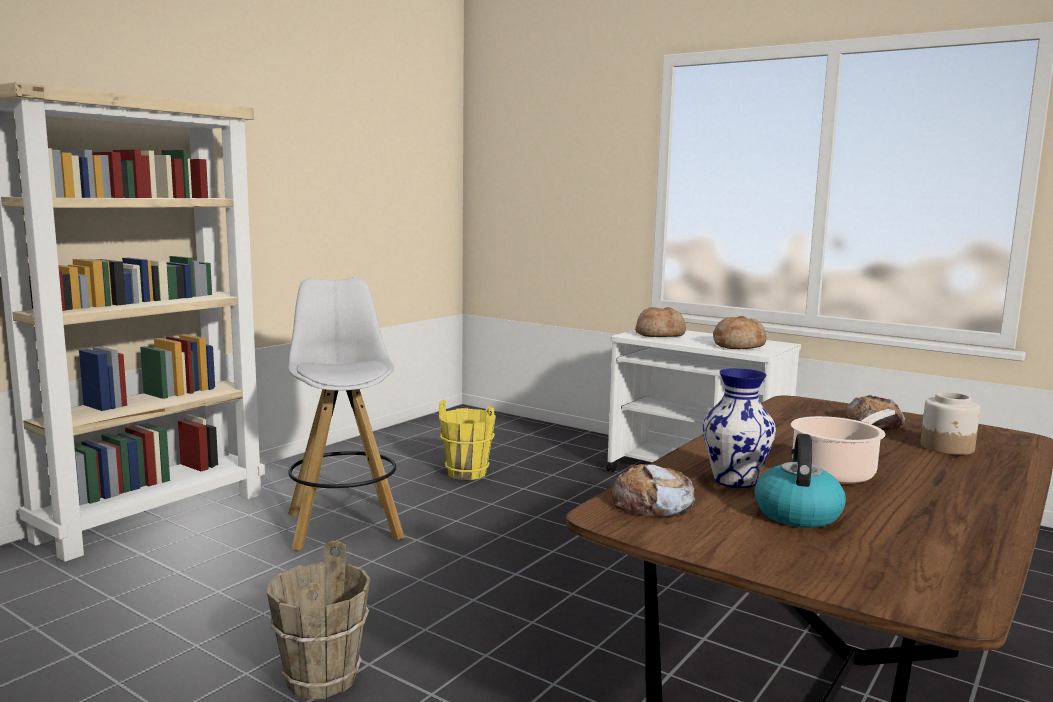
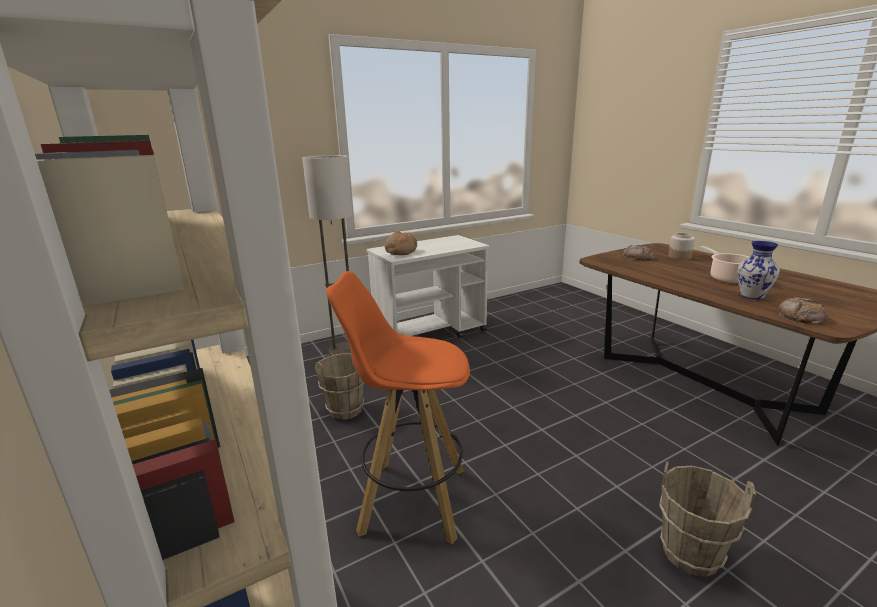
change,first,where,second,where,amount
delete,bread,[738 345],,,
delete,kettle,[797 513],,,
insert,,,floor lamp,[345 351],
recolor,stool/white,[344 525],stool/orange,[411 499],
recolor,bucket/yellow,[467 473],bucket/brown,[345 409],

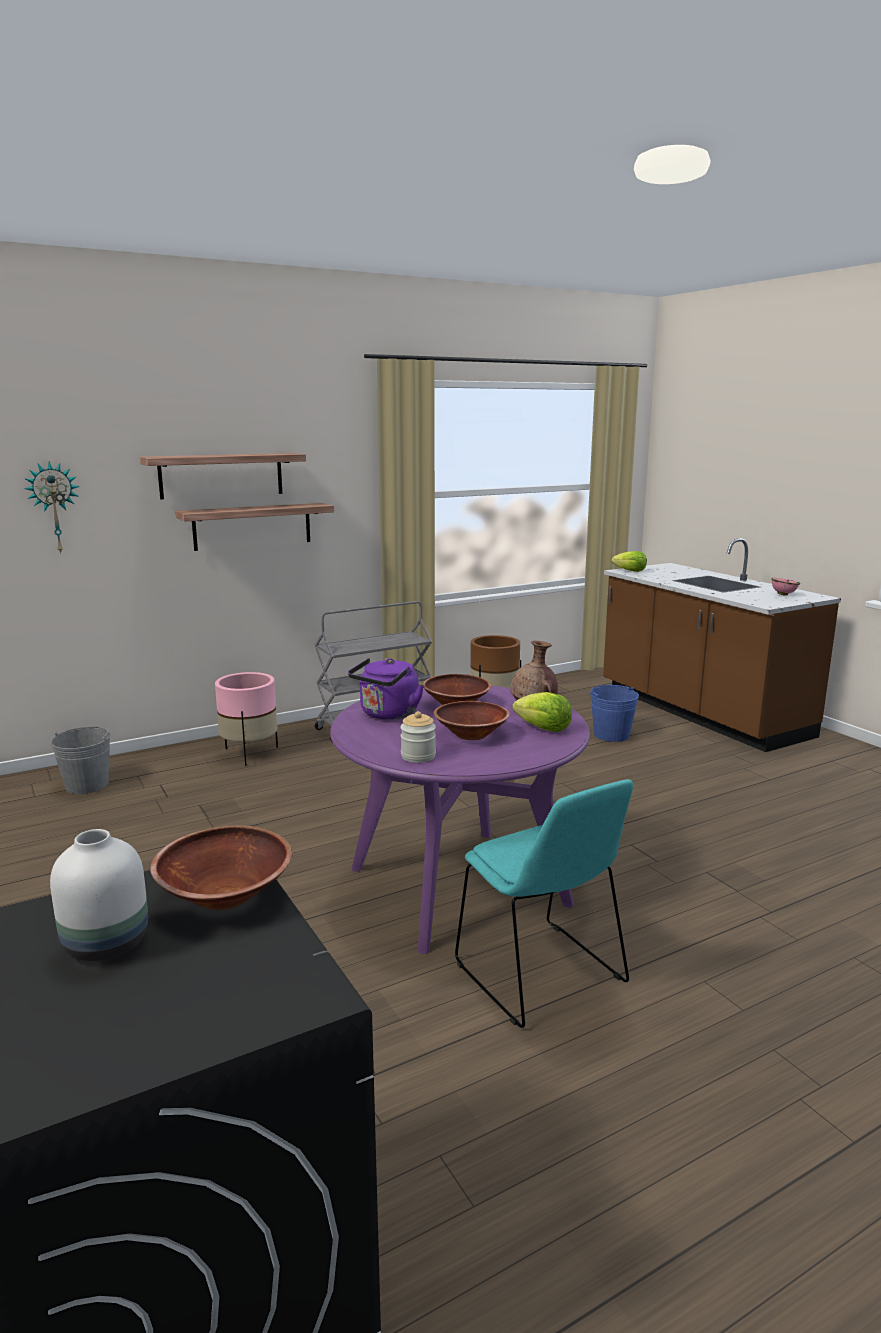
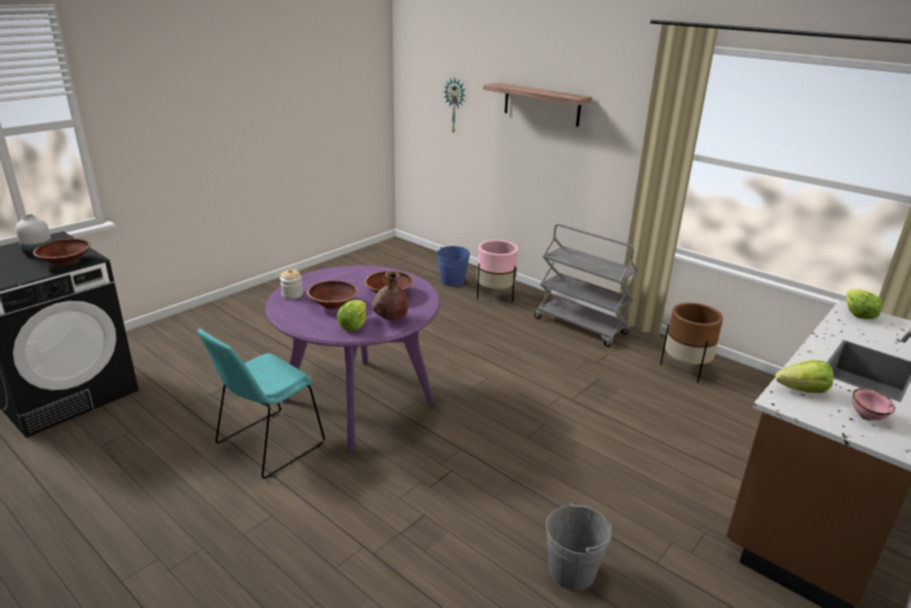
change,first,where,second,where,amount
delete,shelf,[252 526],,,
delete,kettle/purple,[387 714],,,
insert,,,lettuce,[803 390],
move,bucket/grey,[87 785],,[572 571],
move,bucket/blue,[611 735],,[452 281],

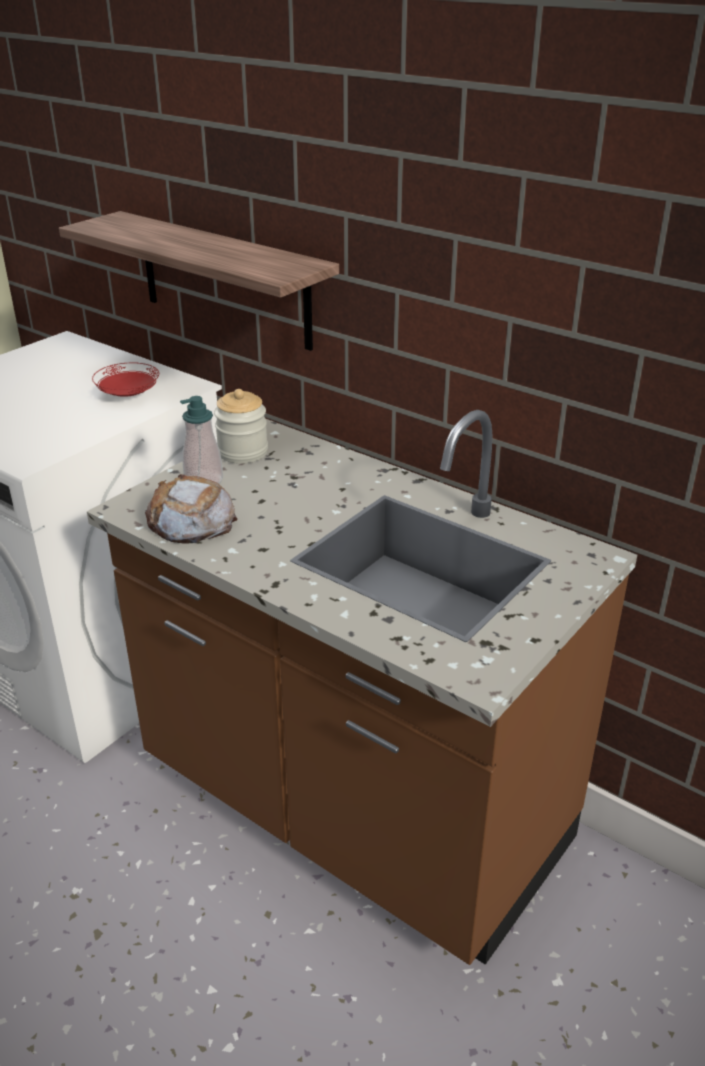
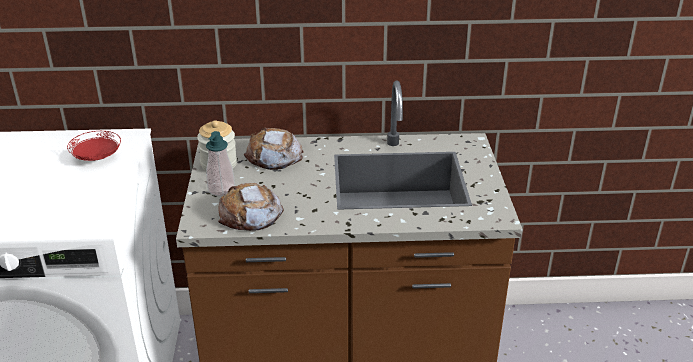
change,first,where,second,where,amount
delete,shelf,[224 280],,,
insert,,,bread,[274 156],

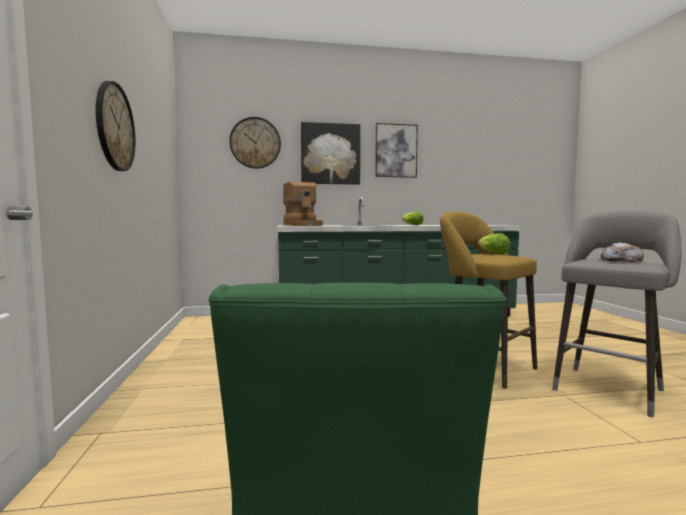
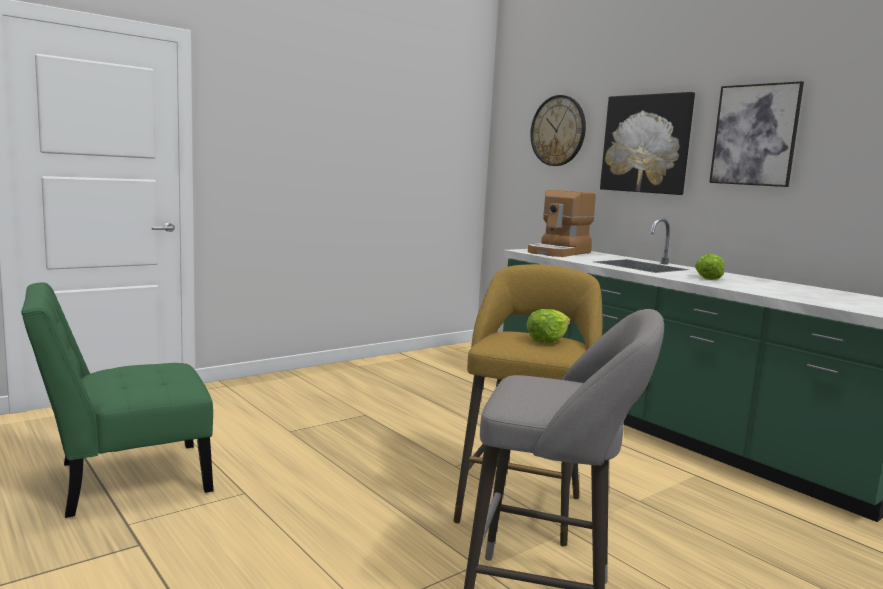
change,first,where,second,where,amount
delete,wall clock,[115 127],,,
delete,bread,[621 260],,,

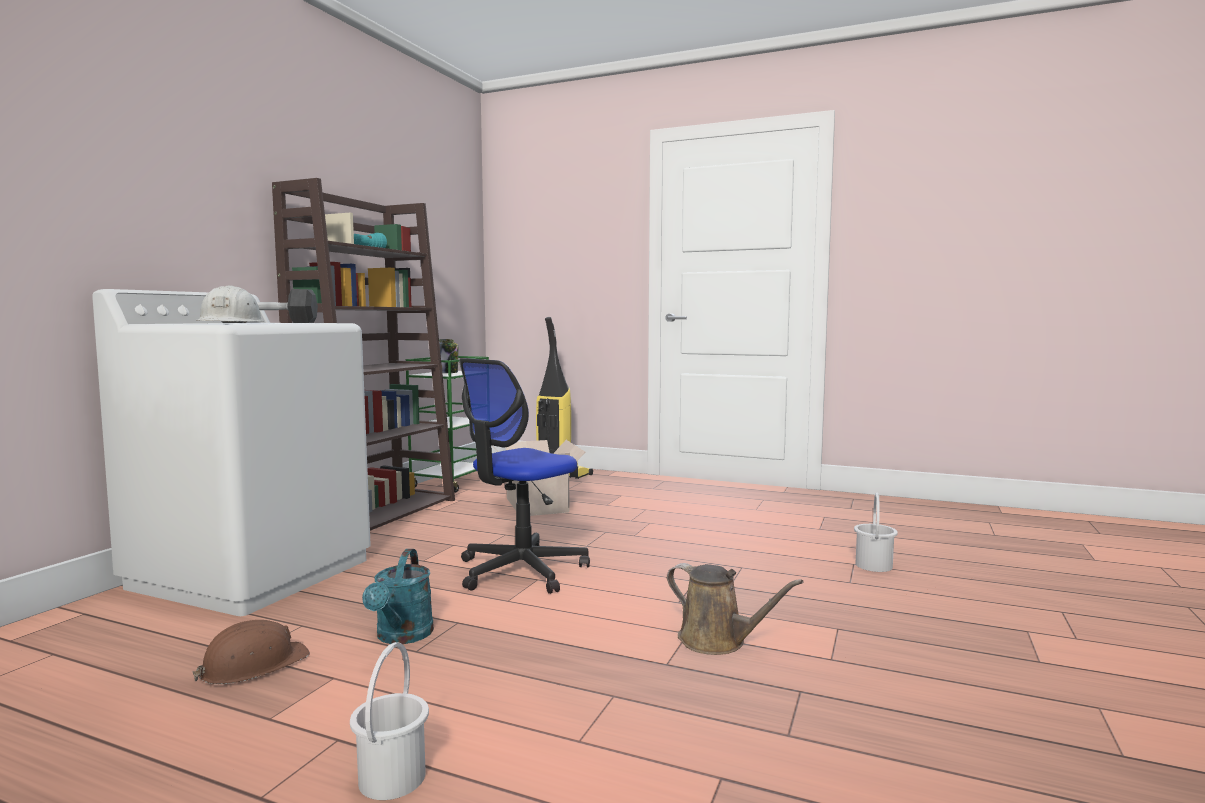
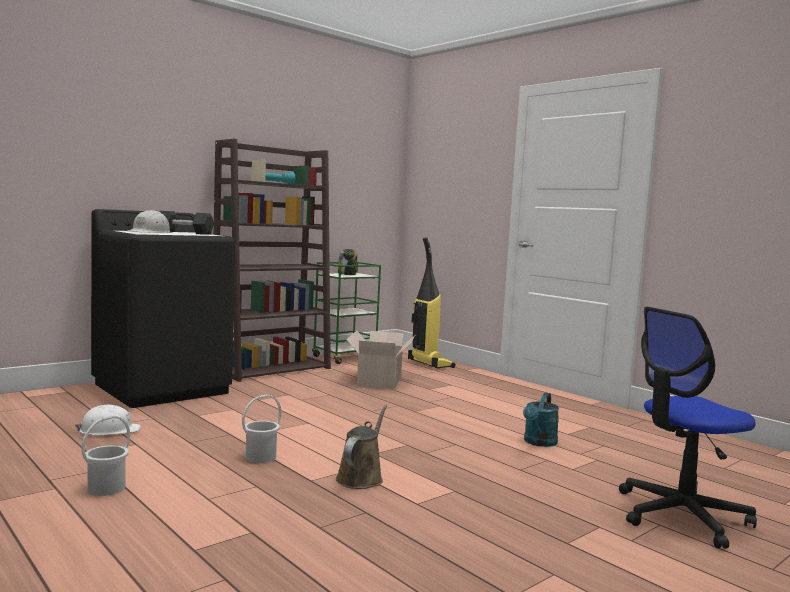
change,first,where,second,where,amount
move,watering can/turquoise,[402 637],,[538 443],
move,office chair,[521 571],,[681 516],
move,bucket/white,[873 565],,[260 457],
recolor,washing machine/white,[253 573],washing machine/black,[162 388],
recolor,hard hat/brown,[253 665],hard hat/white,[109 430],
rotate,watering can/brown,[717 641],,[361 478],135 degrees counterclockwise

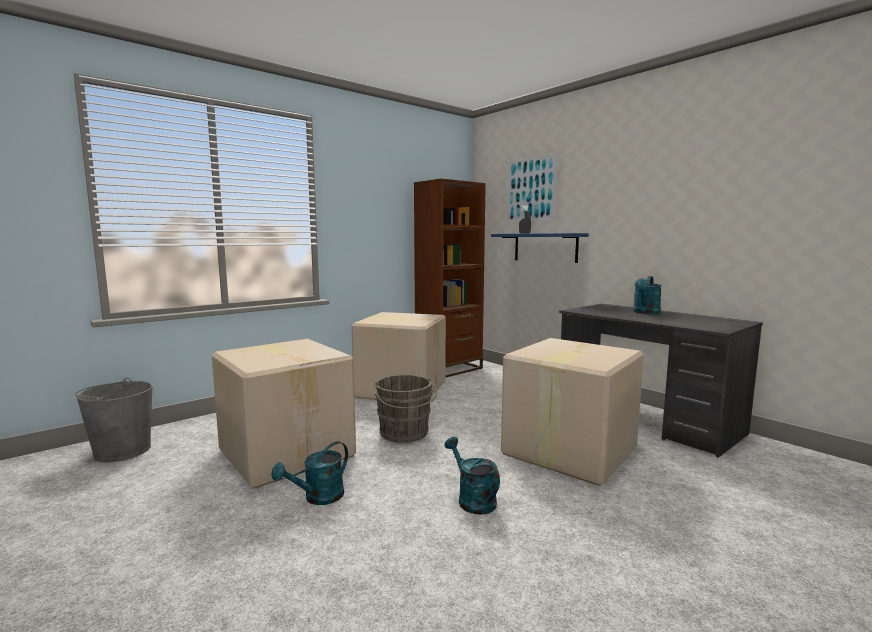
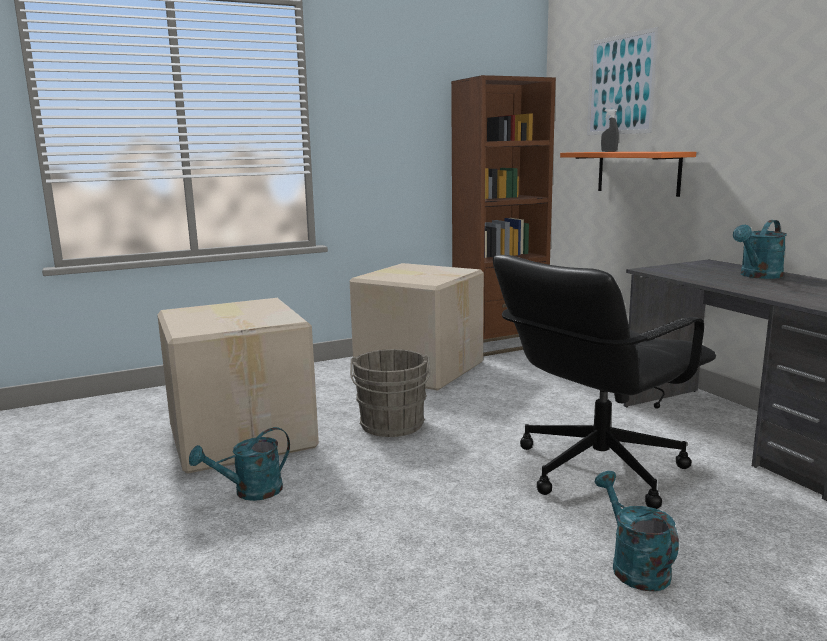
change,first,where,second,where,amount
delete,bucket/grey,[122 451],,,
move,watering can/turquoise,[472 499],,[633 566],
replace,cardboard box,[567 451],office chair/black,[596 468],
recolor,shelf/blue,[545 247],shelf/orange,[637 172],

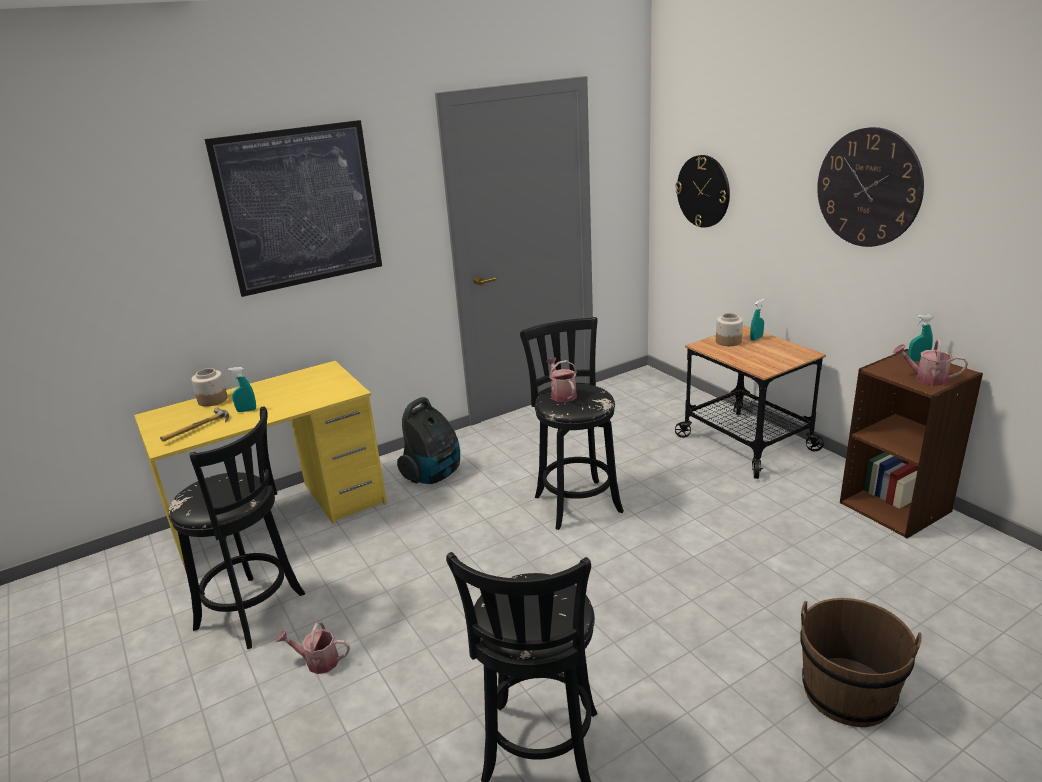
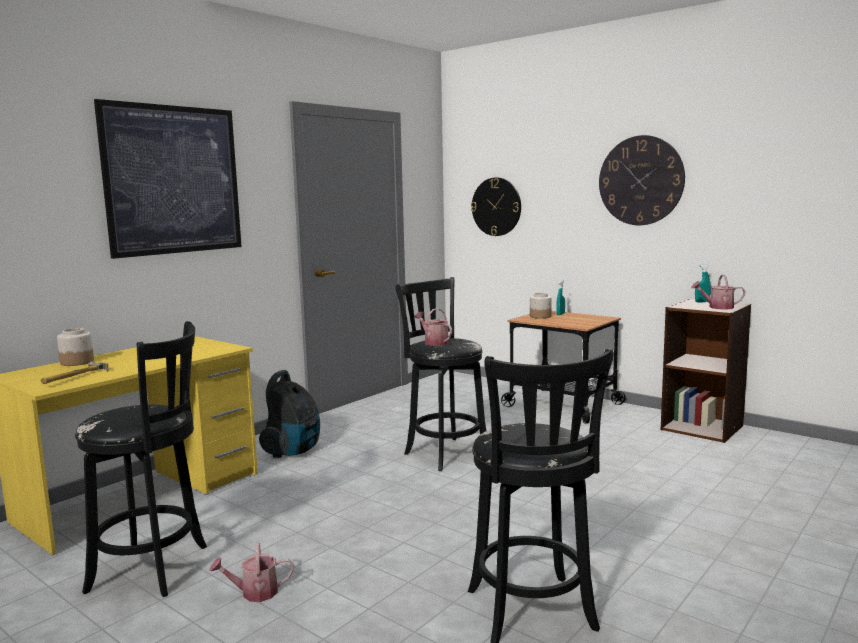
change,first,where,second,where,amount
delete,spray bottle/turquoise,[246 410],,,
delete,bucket/brown,[847 693],,,

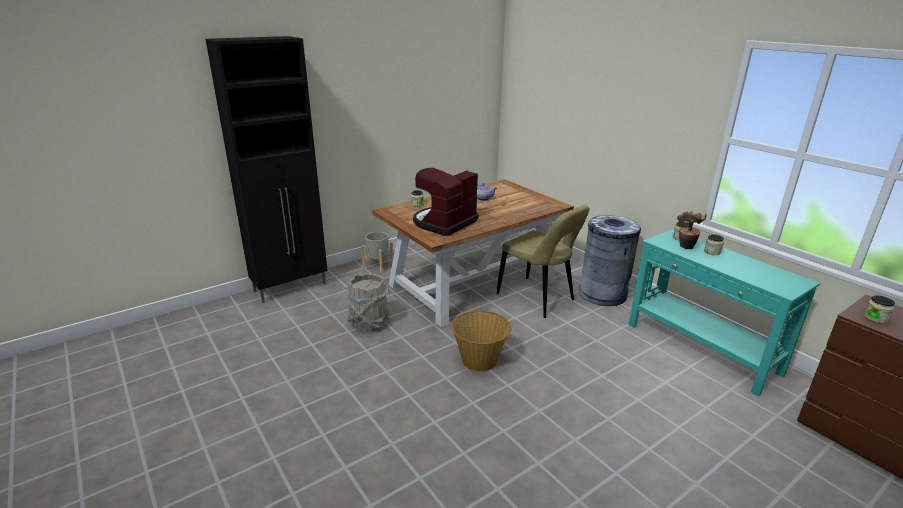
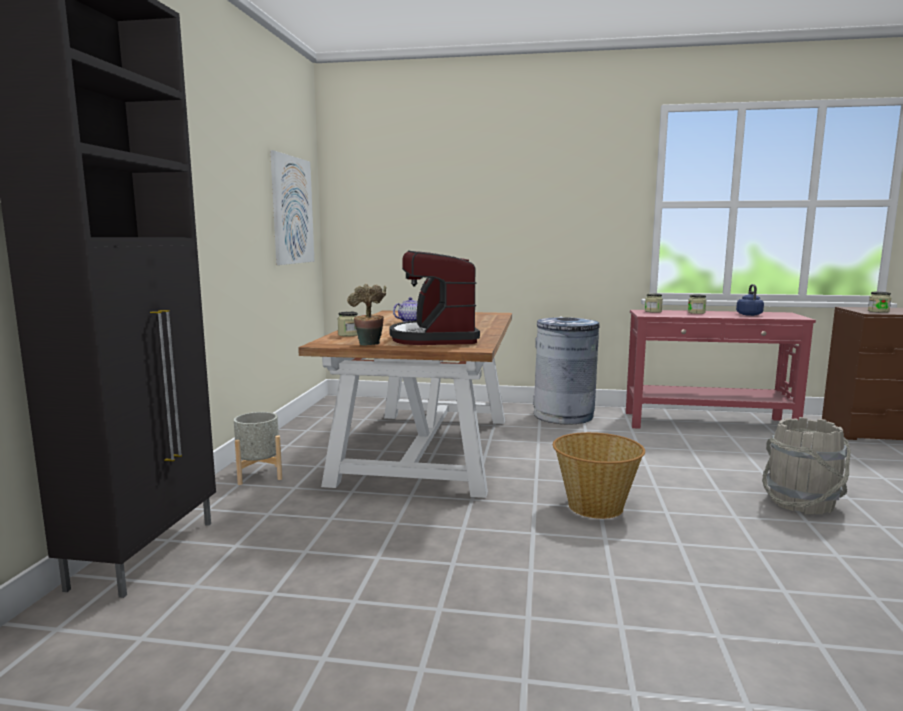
change,first,where,second,where,amount
delete,chair/beige,[538 298],,,
insert,,,picture,[292 210],
insert,,,kettle/blue,[748 314],
move,bucket/grey,[369 322],,[801 503],
move,potted plant,[685 248],,[369 345],
recolor,console table/turquoise,[701 349],console table/red,[708 423],

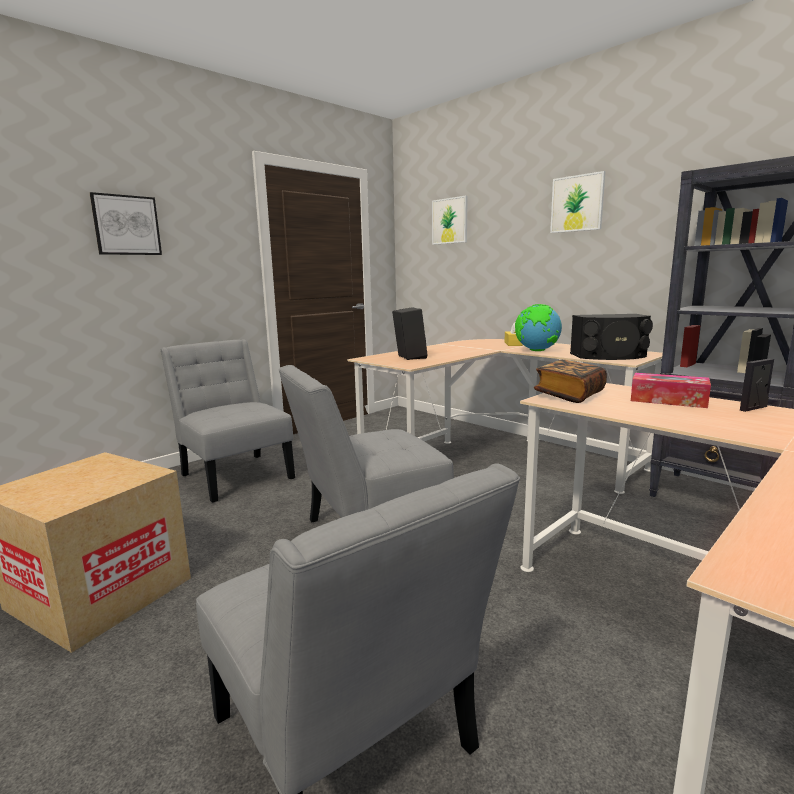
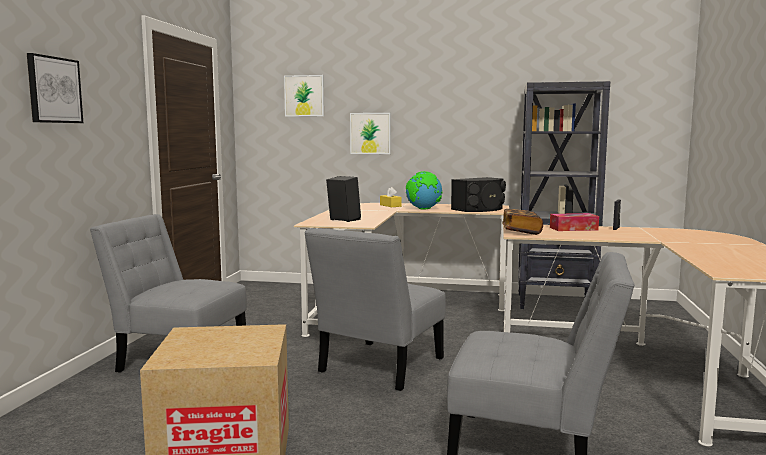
change,first,where,second,where,amount
move,picture,[577 203],,[370 133],

